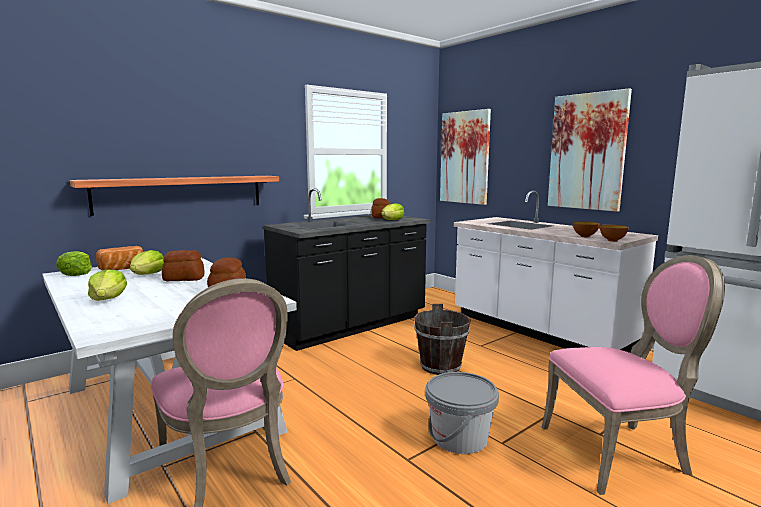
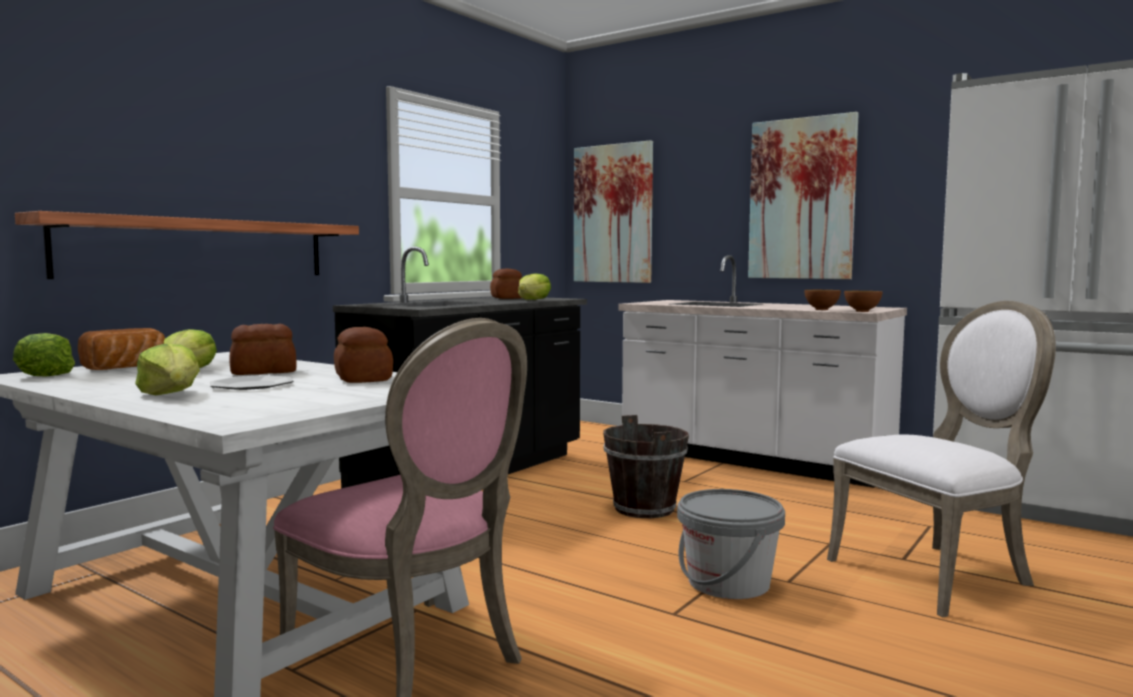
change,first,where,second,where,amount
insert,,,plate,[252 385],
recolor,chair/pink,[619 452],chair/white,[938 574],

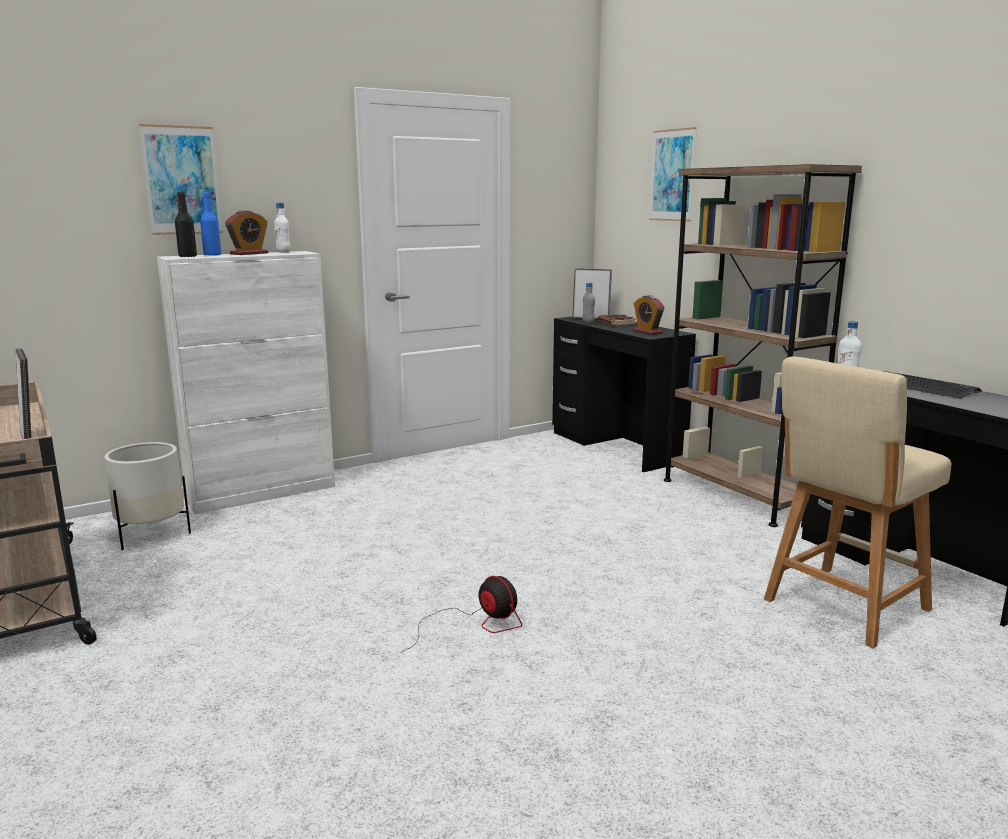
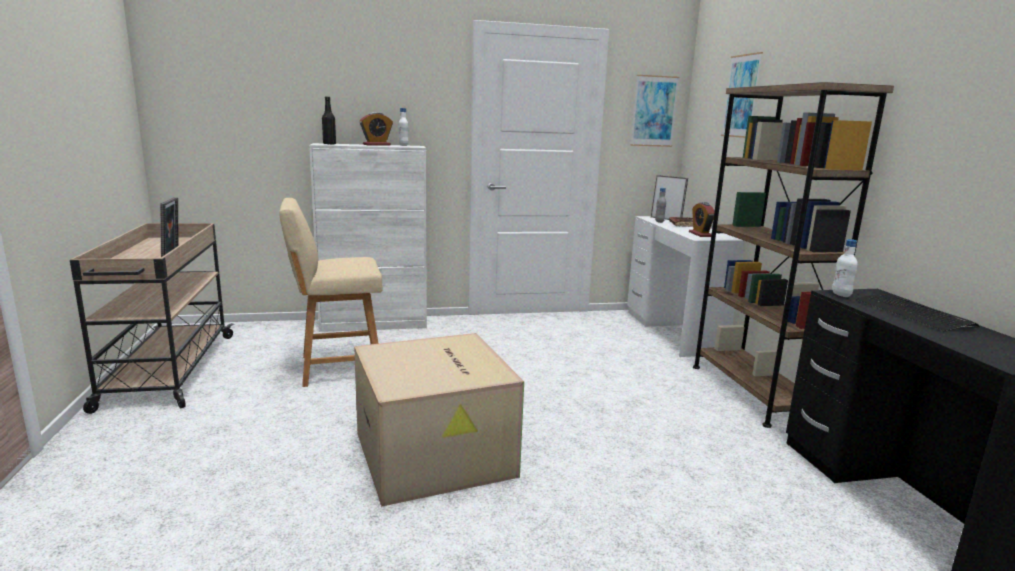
change,first,where,second,where,amount
delete,planter/white,[151 535],,,
delete,bottle/blue,[212 255],,,
move,picture,[182 180],,[654 111],
move,stool/beige,[842 607],,[336 368],
replace,fan,[475 624],cardboard box,[436 455],
recolor,desk/black,[616 446],desk/white,[673 331],

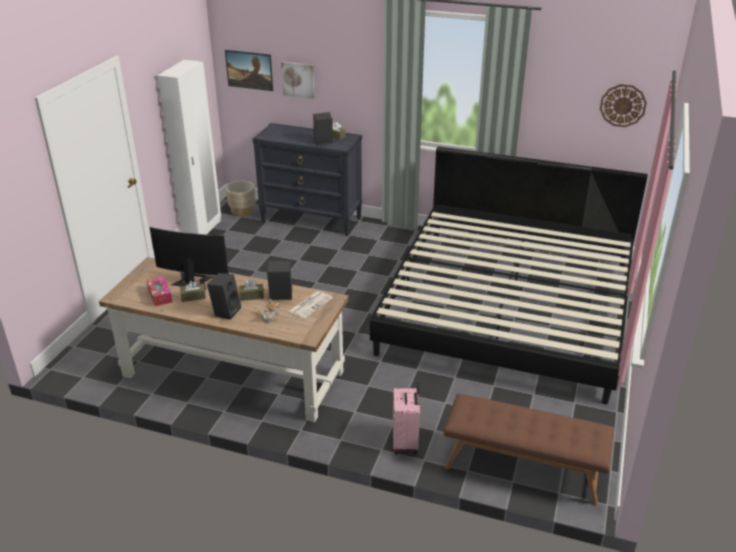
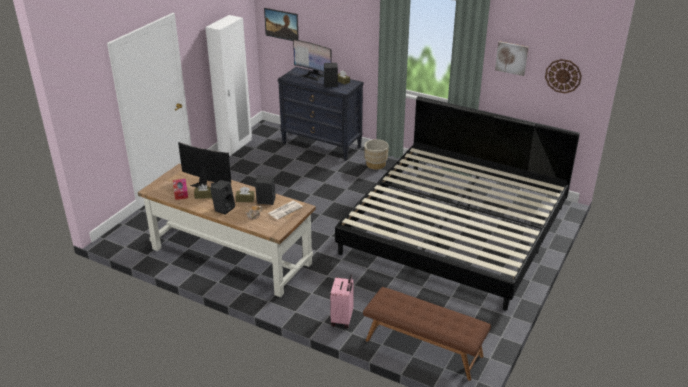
change,first,where,second,where,amount
insert,,,monitor,[313 75],
move,planter/beige,[242 210],,[375 164],
move,picture,[298 79],,[511 58],

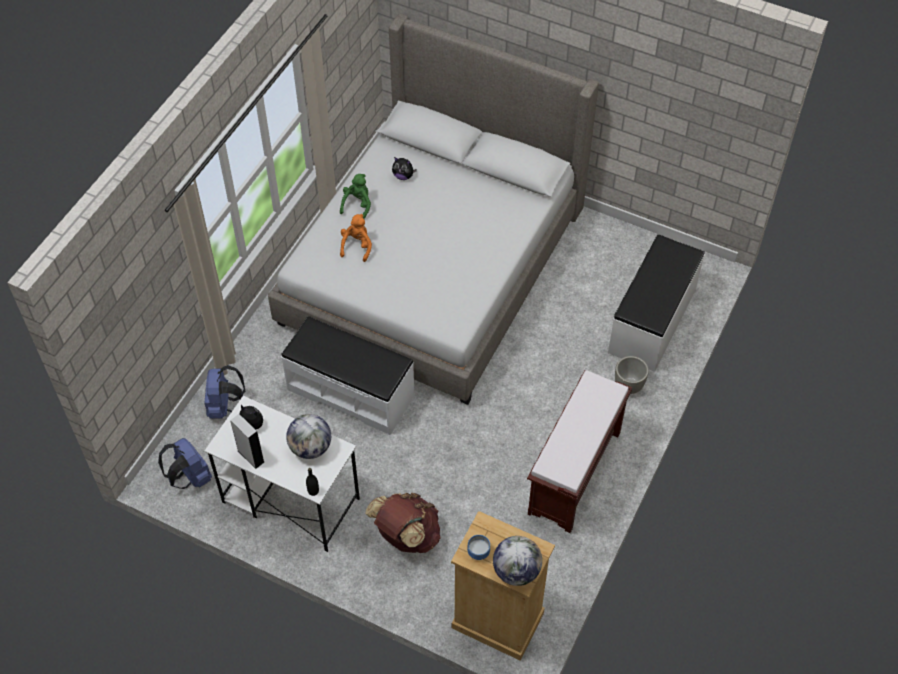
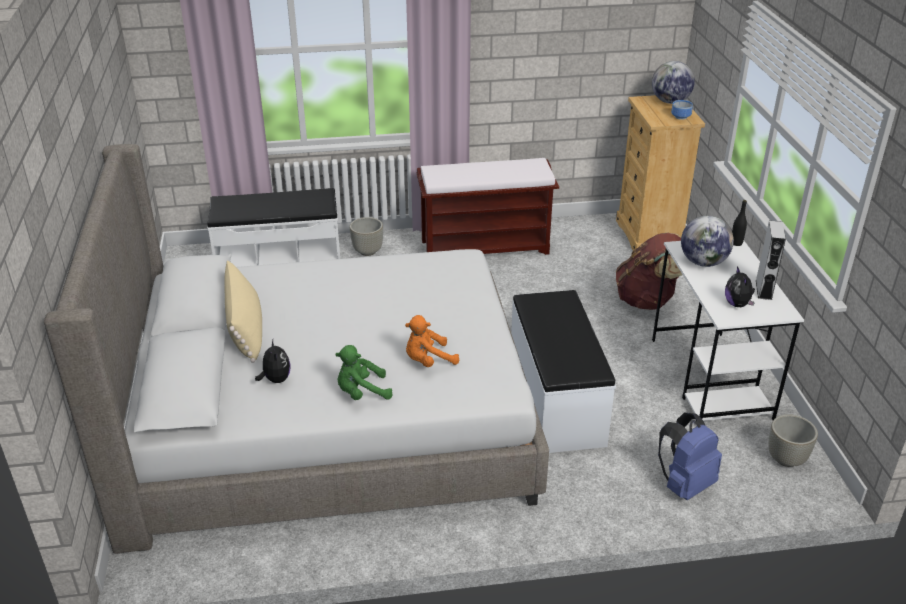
change,first,where,second,where,amount
insert,,,pillow/beige,[246 329],
replace,backpack/blue,[190 477],planter/grey,[786 459],

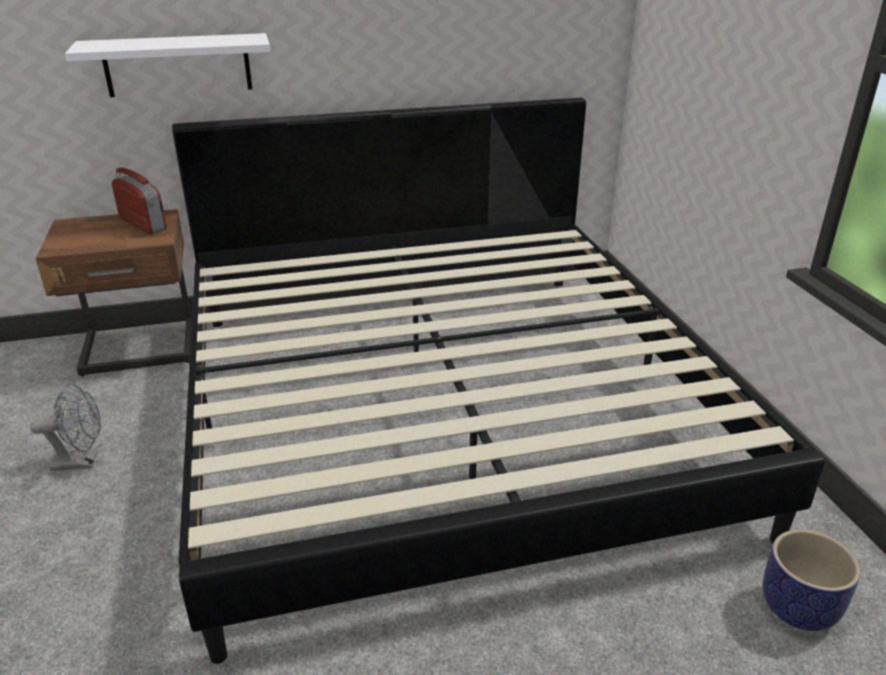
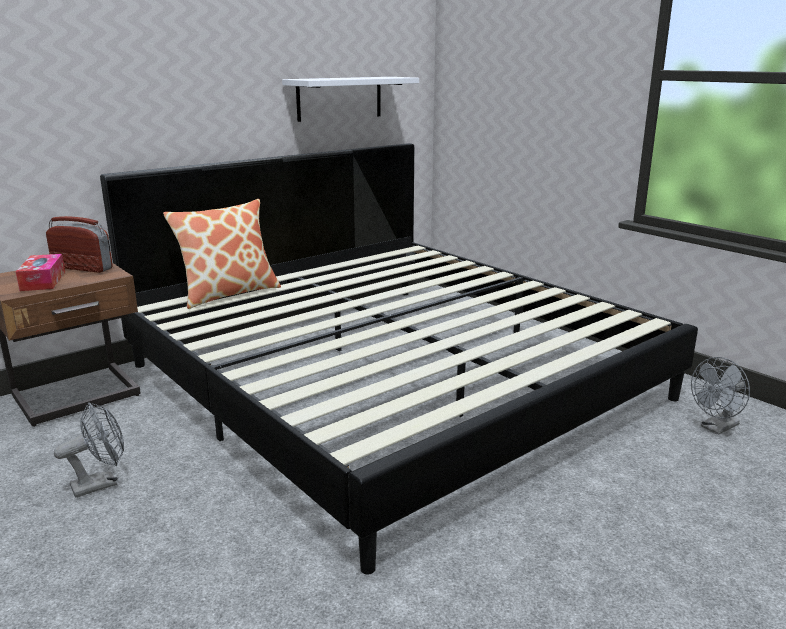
change,first,where,second,where,amount
insert,,,tissue box,[43 281],
insert,,,pillow,[228 293],
move,shelf/white,[178 65],,[339 98],
replace,planter,[799 609],fan/grey,[716 428],

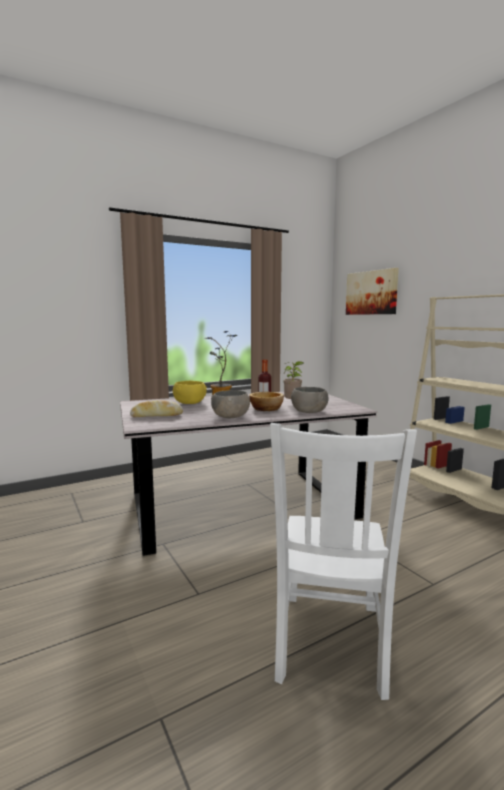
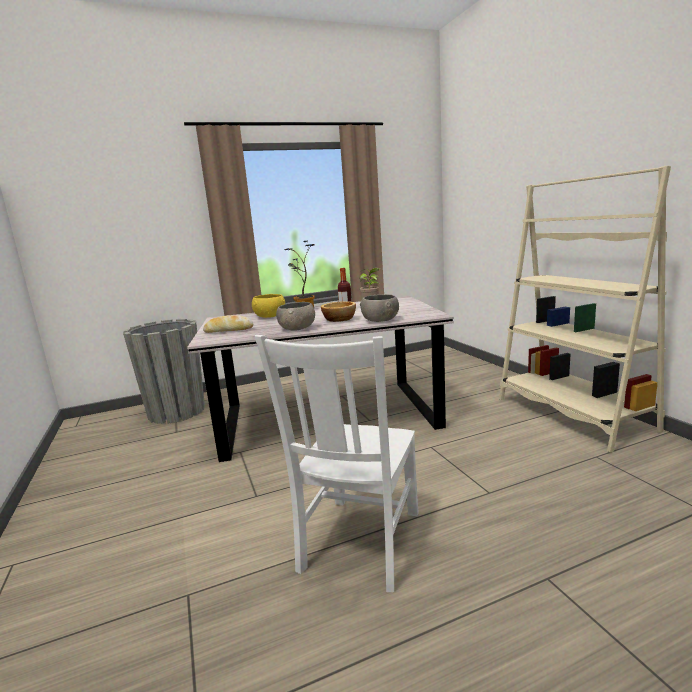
change,first,where,second,where,amount
delete,picture,[371 293],,,
insert,,,planter/grey,[176 411],

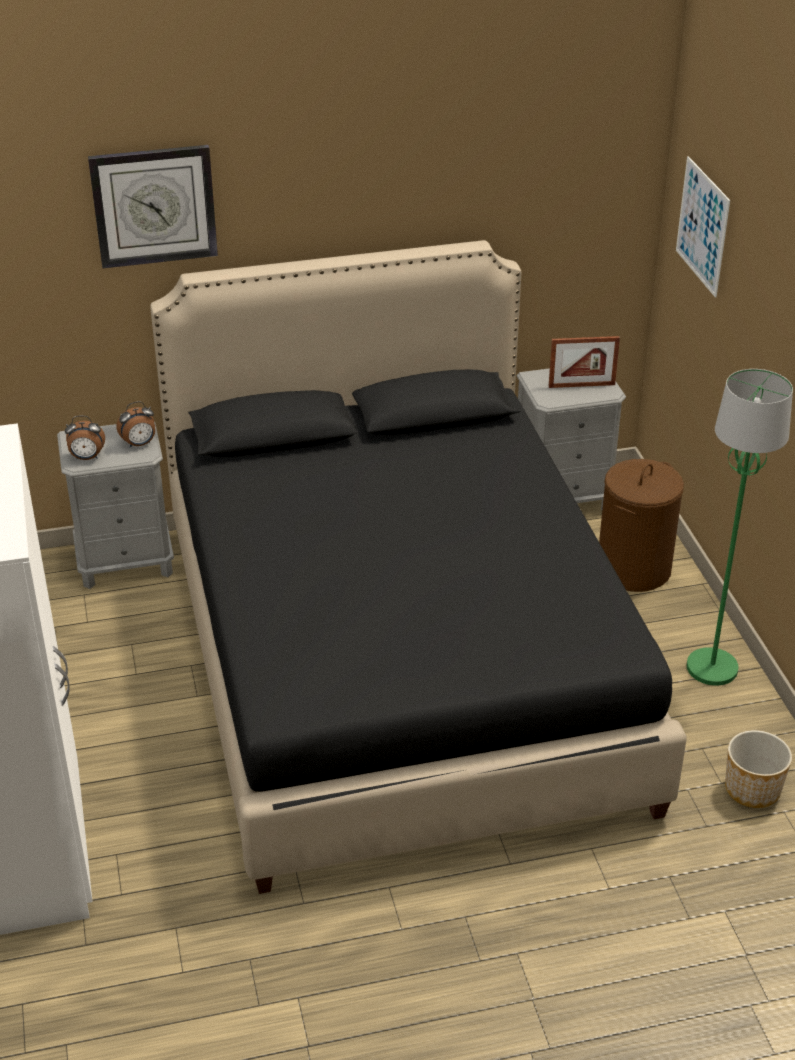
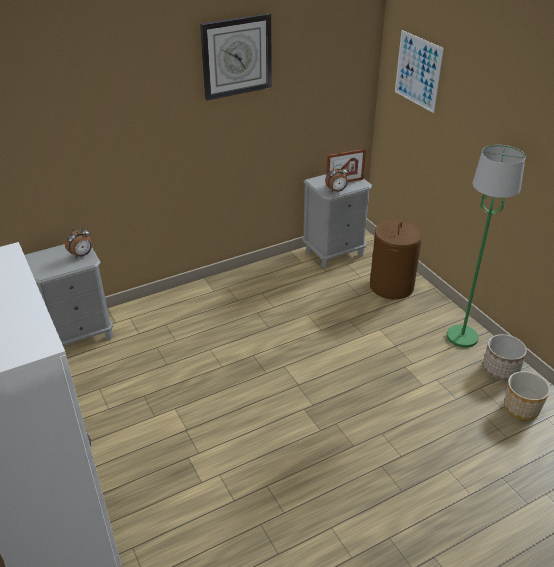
change,first,where,second,where,amount
delete,bed/black,[396 662],,,
insert,,,planter,[501 369],
move,alarm clock,[87 458],,[336 191],
move,wall clock,[154 205],,[236 56],

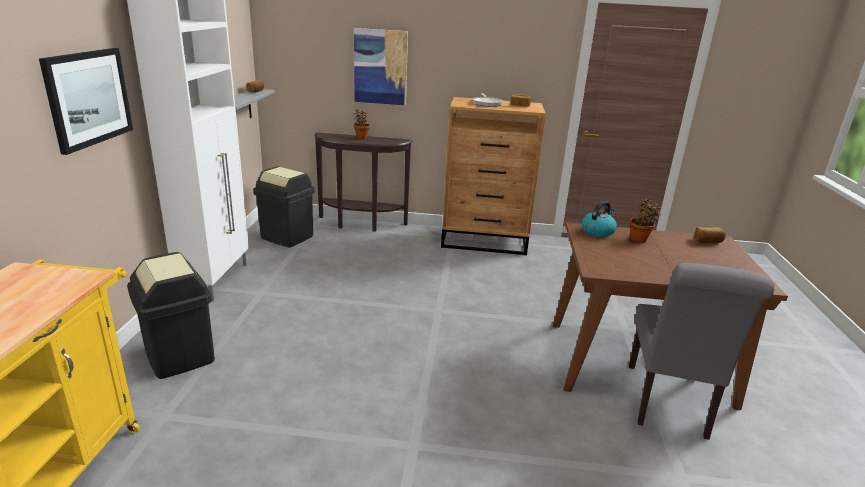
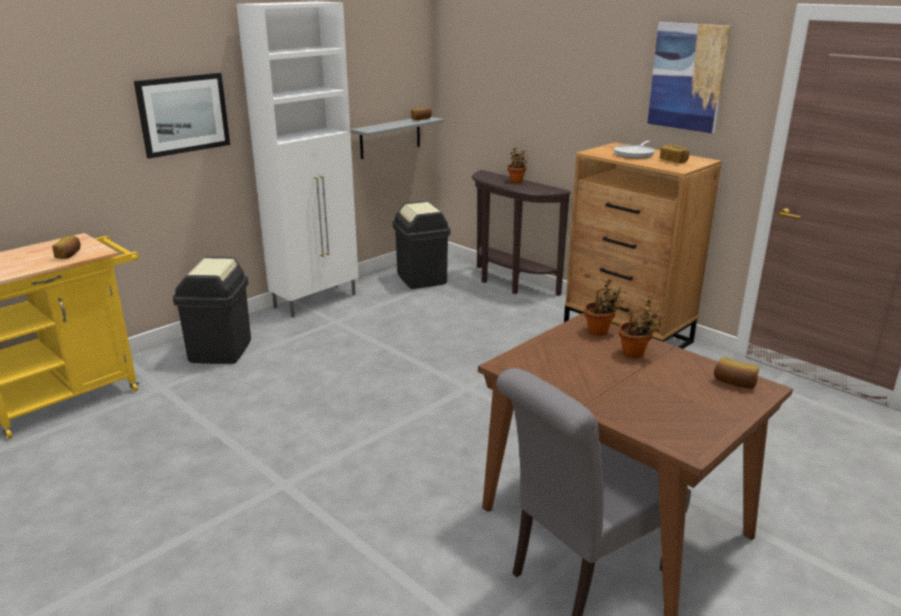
change,first,where,second,where,amount
insert,,,bread,[69 254],
move,picture,[380 67],,[687 77],
replace,kettle,[597 231],potted plant,[600 331],

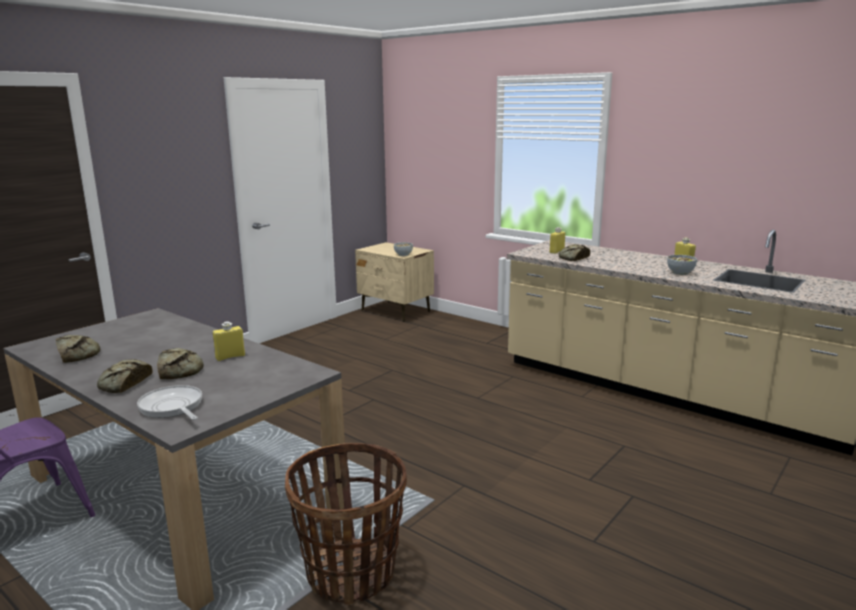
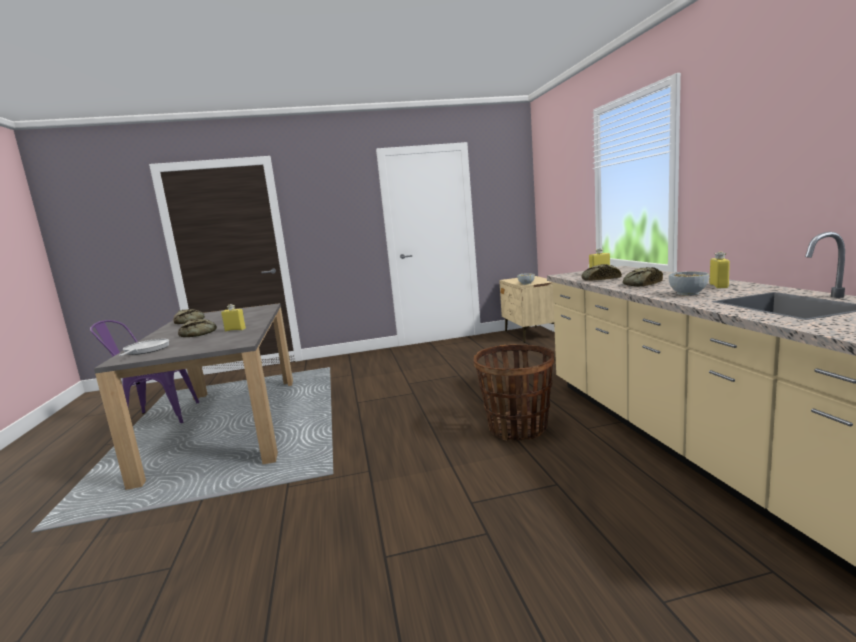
change,first,where,second,where,amount
move,bread,[124 383],,[641 284],
move,basket,[351 573],,[517 428],

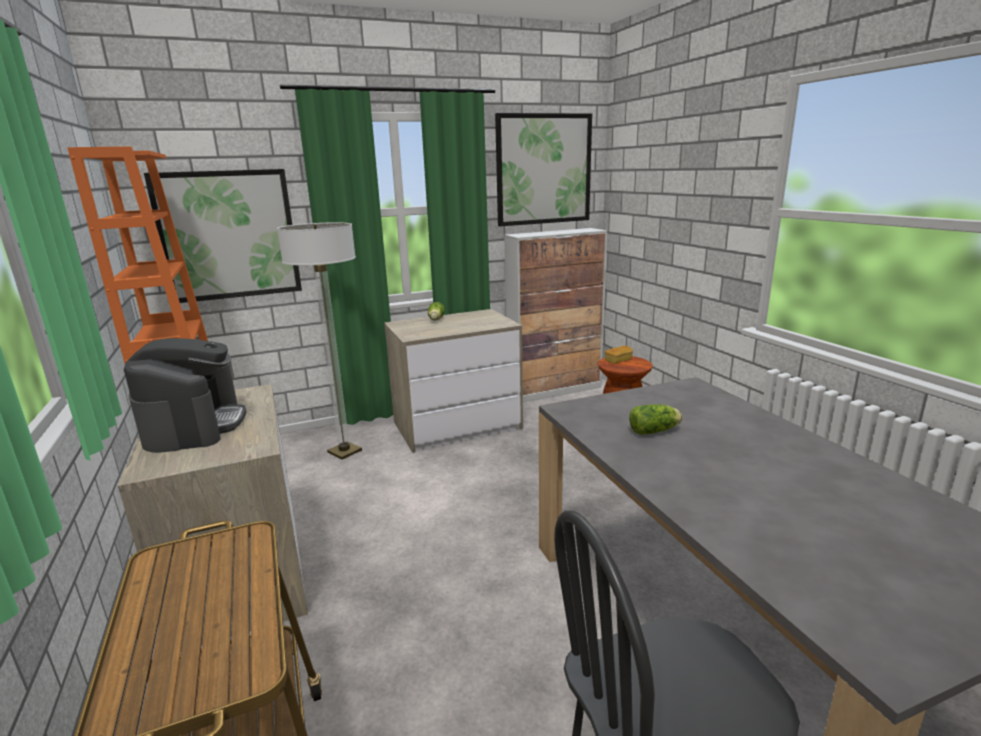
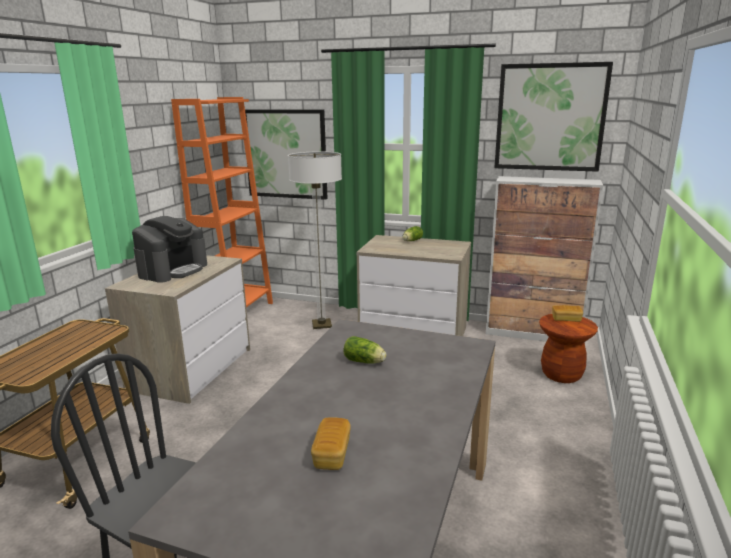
change,first,where,second,where,amount
insert,,,bread,[332 454],

